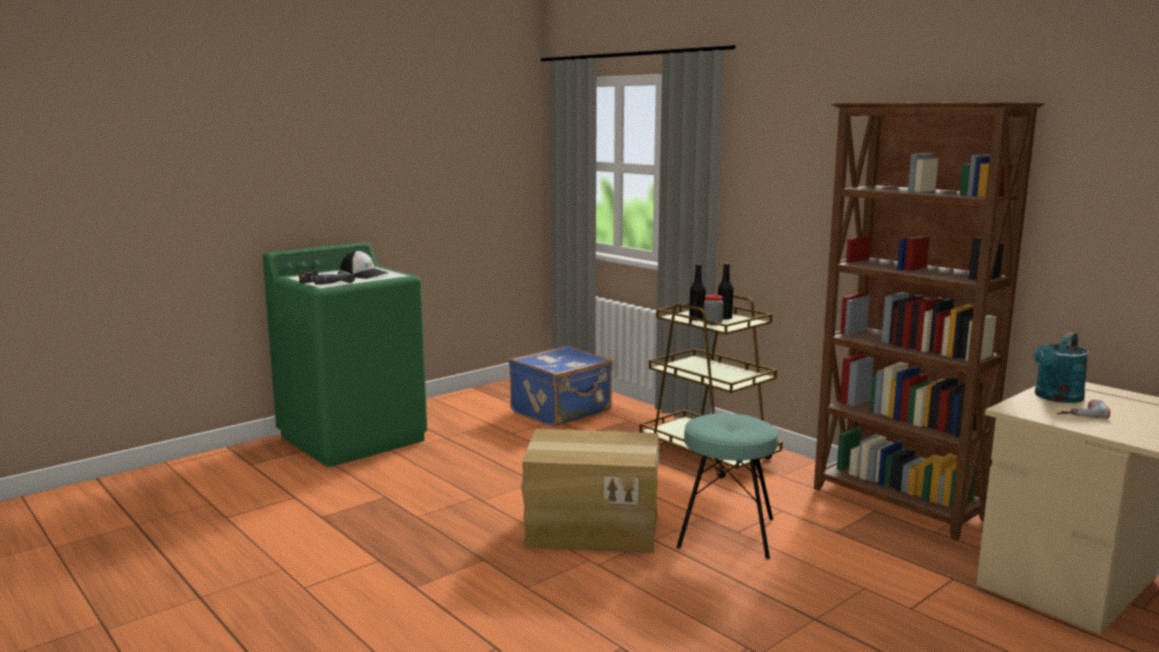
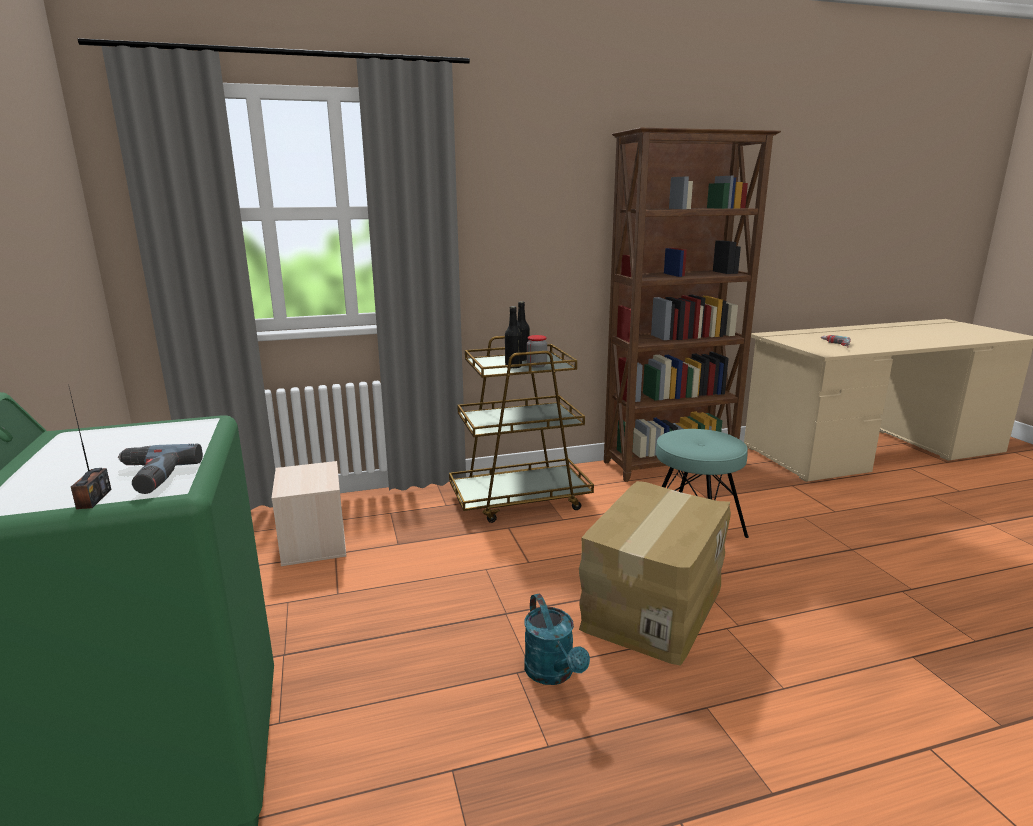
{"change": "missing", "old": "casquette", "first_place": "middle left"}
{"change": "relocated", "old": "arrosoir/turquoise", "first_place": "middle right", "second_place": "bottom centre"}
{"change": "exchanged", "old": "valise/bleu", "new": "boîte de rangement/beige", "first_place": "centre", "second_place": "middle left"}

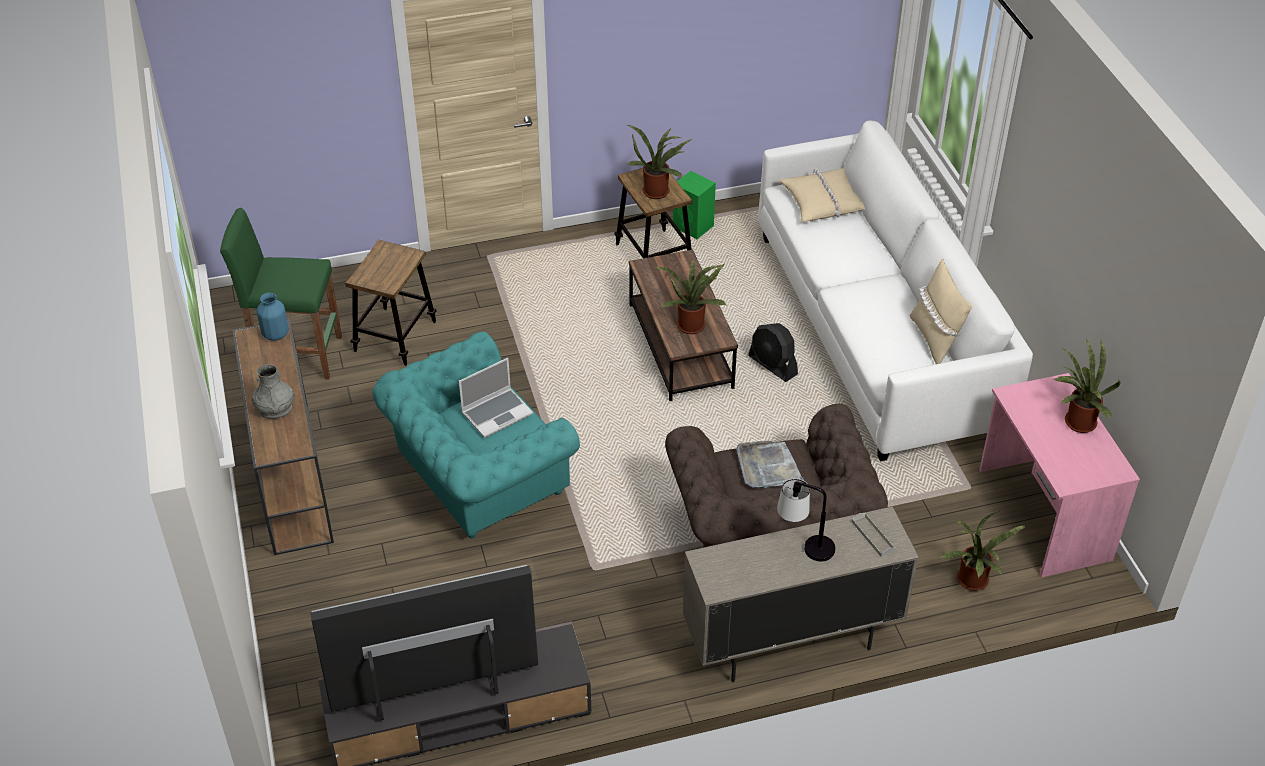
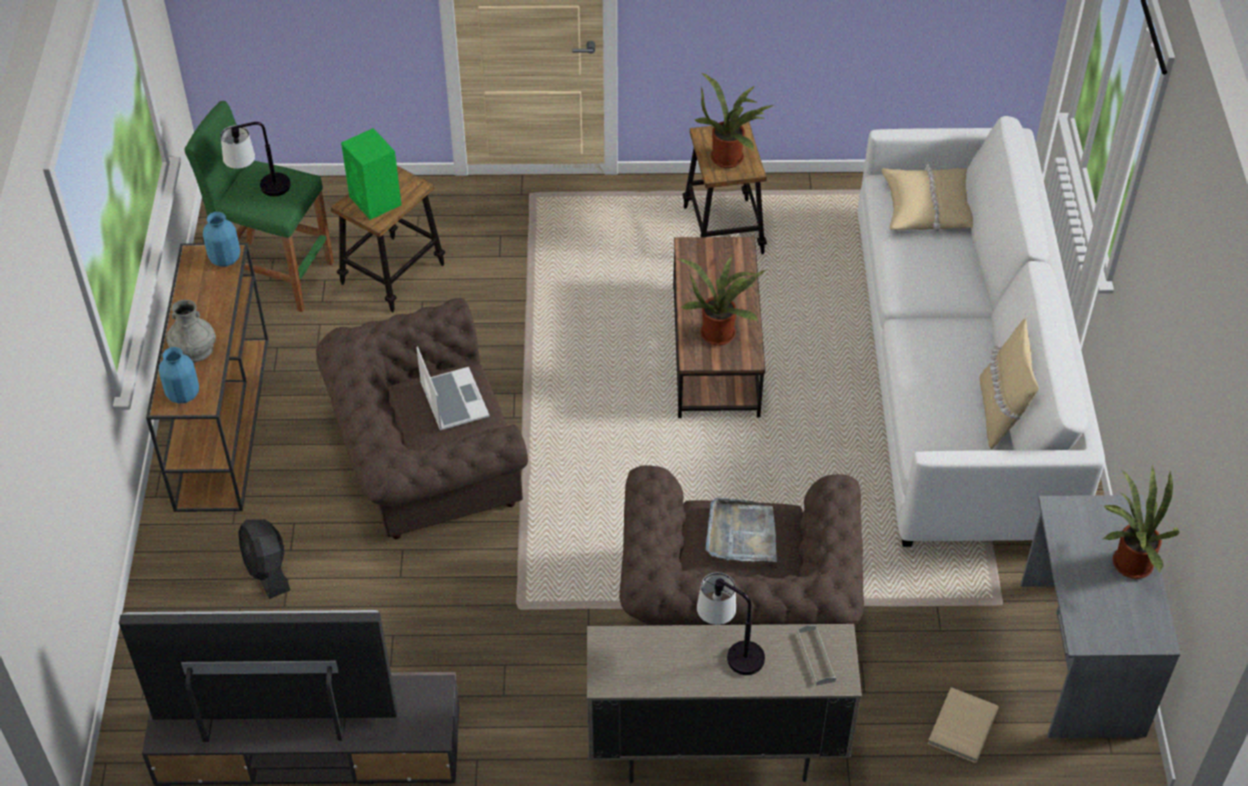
{"change": "appeared", "new": "vase/bleu (no. 1 from left)", "second_place": "middle left"}
{"change": "appeared", "new": "lampe de table (no. 1 from left)", "second_place": "top left"}
{"change": "relocated", "old": "enceinte/vert", "first_place": "top centre", "second_place": "top left"}
{"change": "relocated", "old": "ventilateur/noir", "first_place": "centre", "second_place": "bottom left"}
{"change": "exchanged", "old": "plante en pot (no. 3 from left)", "new": "livre/beige", "first_place": "bottom right", "second_place": "bottom right"}
{"change": "colour", "old": "fauteuil/turquoise", "new": "fauteuil/marron (no. 1 from left)", "first_place": "centre", "second_place": "centre"}
{"change": "colour", "old": "bureau/rose", "new": "bureau/gris", "first_place": "middle right", "second_place": "bottom right"}
{"change": "spun", "old": "ordinateur portable", "first_place": "centre", "second_place": "centre", "degrees": -90}

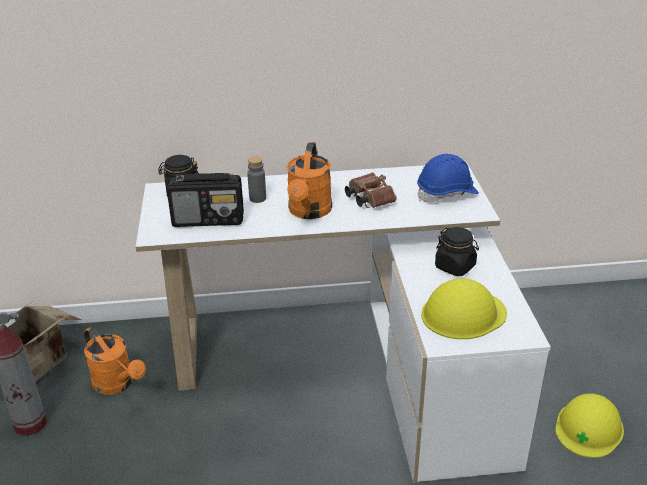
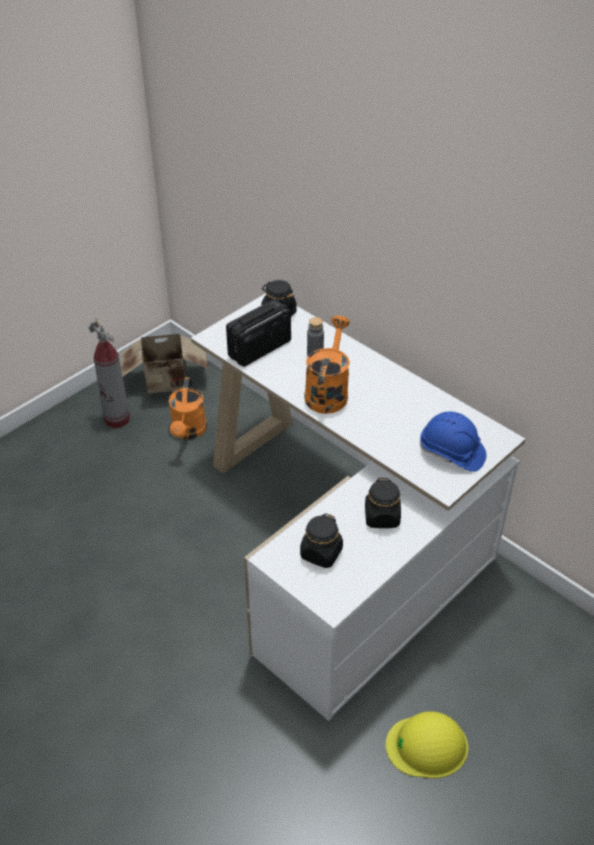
{"change": "missing", "old": "jumelles/marron", "first_place": "centre"}
{"change": "exchanged", "old": "casque de chantier/jaune (no. 1 from left)", "new": "bocal/noir (no. 2 from left)", "first_place": "middle right", "second_place": "centre"}
{"change": "spun", "old": "radio", "first_place": "middle left", "second_place": "centre", "degrees": 90}
{"change": "spun", "old": "arrosoir/orange (no. 2 from left)", "first_place": "centre", "second_place": "centre", "degrees": 135}

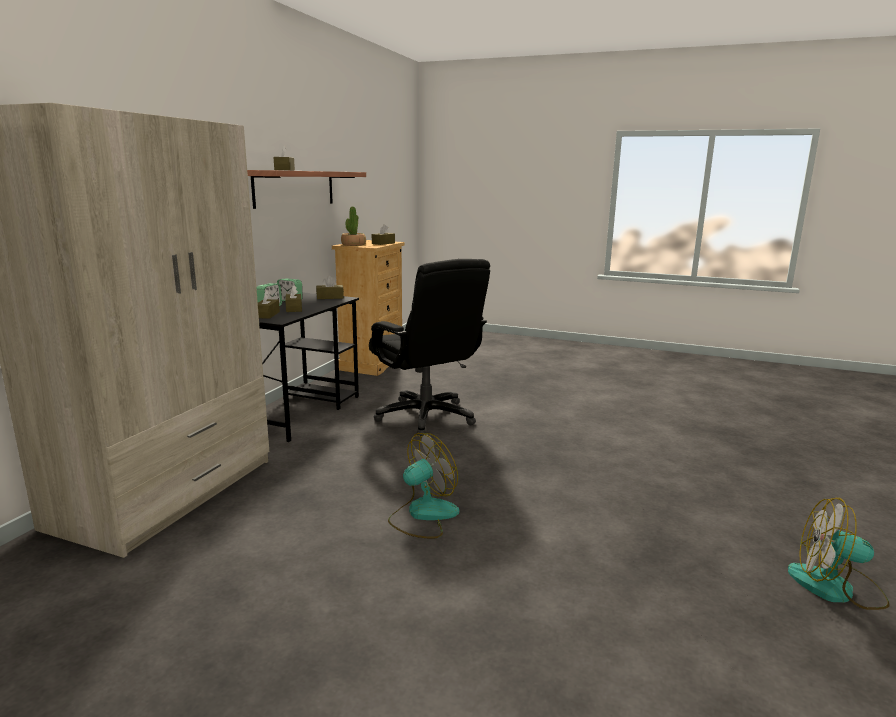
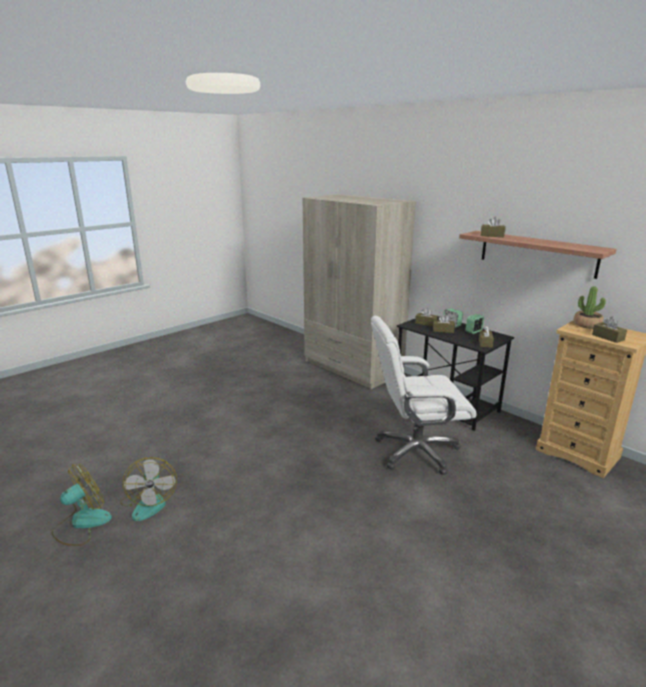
{"change": "relocated", "old": "ventilateur (no. 1 from left in the first image)", "new": "ventilateur (no. 2 from left)", "first_place": "bottom centre", "second_place": "bottom left"}
{"change": "colour", "old": "chaise de bureau/noir", "new": "chaise de bureau/blanc", "first_place": "centre", "second_place": "centre"}

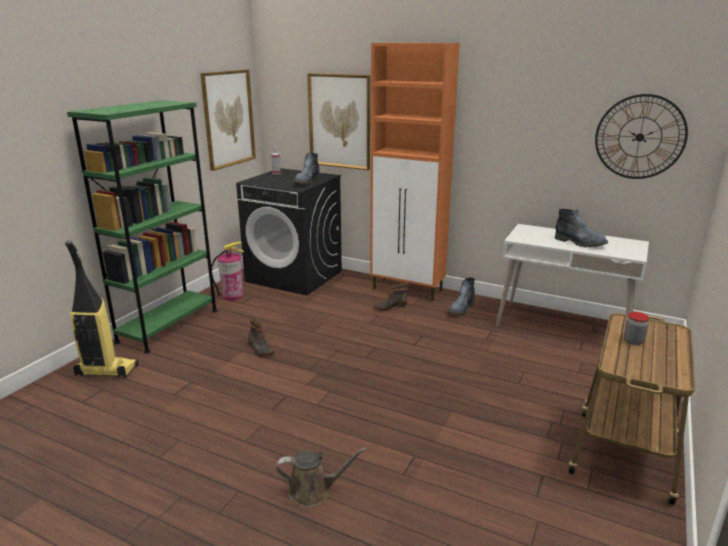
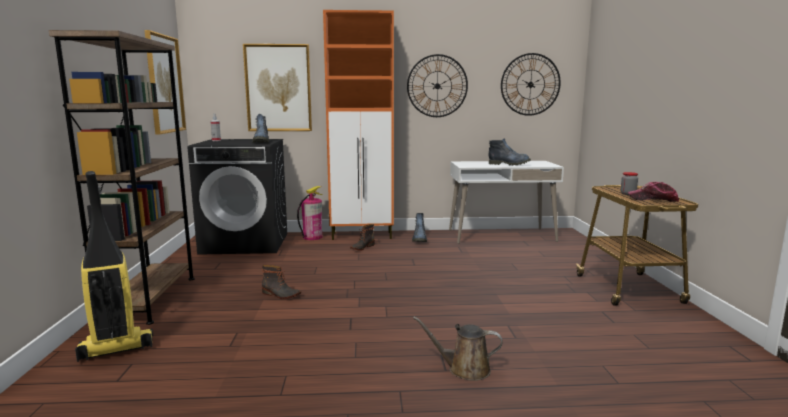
{"change": "appeared", "new": "horloge murale (no. 1 from left)", "second_place": "top centre"}
{"change": "appeared", "new": "casquette", "second_place": "middle right"}
{"change": "relocated", "old": "extincteur", "first_place": "middle left", "second_place": "centre"}
{"change": "colour", "old": "bibliothèque/vert", "new": "bibliothèque/marron", "first_place": "middle left", "second_place": "middle left"}
{"change": "spun", "old": "arrosoir/marron", "first_place": "bottom centre", "second_place": "bottom centre", "degrees": -135}

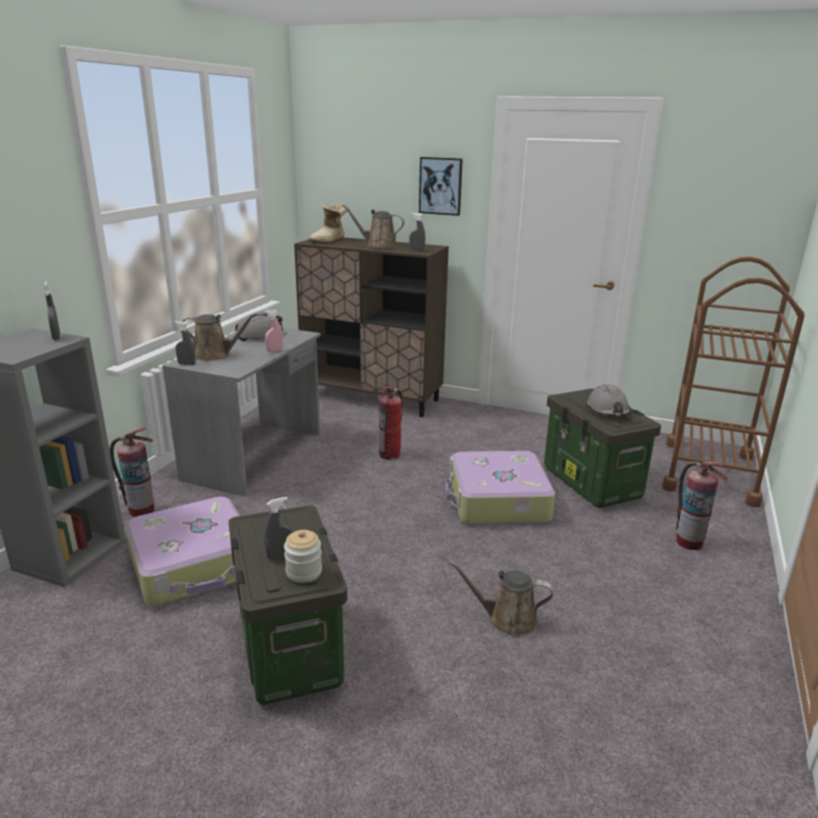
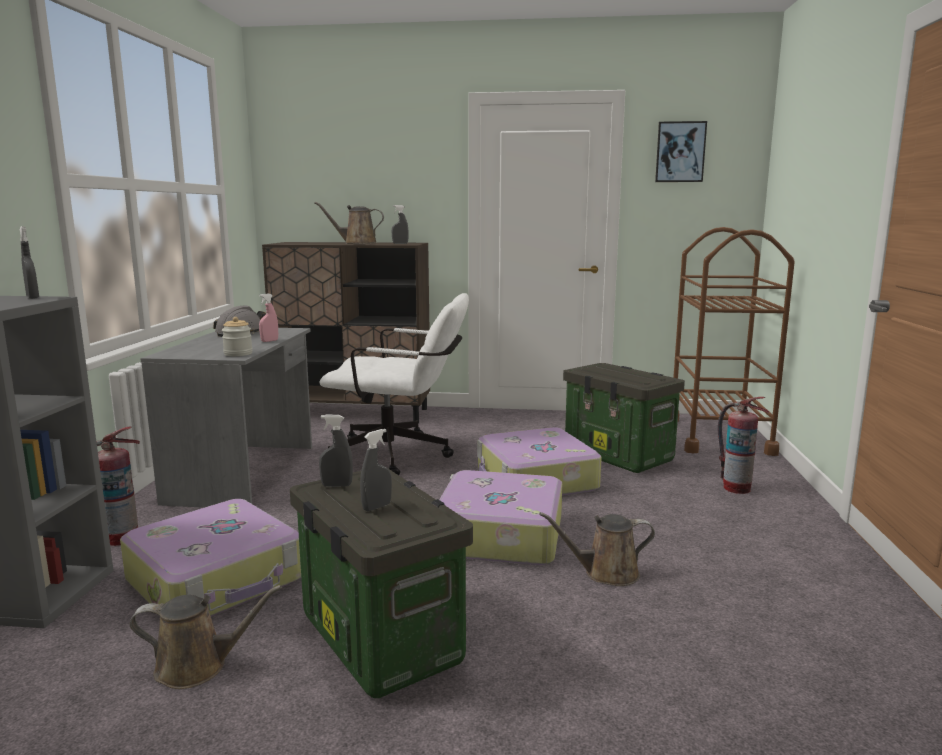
{"change": "missing", "old": "botte", "first_place": "top centre"}
{"change": "missing", "old": "casque de chantier/gris (no. 2 from left)", "first_place": "middle right"}
{"change": "appeared", "new": "valise (no. 2 from left)", "second_place": "bottom centre"}
{"change": "relocated", "old": "vaporisateur/gris (no. 2 from left)", "first_place": "middle left", "second_place": "centre"}
{"change": "relocated", "old": "arrosoir/marron (no. 1 from left)", "first_place": "middle left", "second_place": "bottom left"}
{"change": "relocated", "old": "bocal", "first_place": "bottom centre", "second_place": "middle left"}
{"change": "relocated", "old": "tableau", "first_place": "top centre", "second_place": "top right"}
{"change": "exchanged", "old": "extincteur (no. 2 from left)", "new": "chaise de bureau/blanc", "first_place": "centre", "second_place": "centre"}

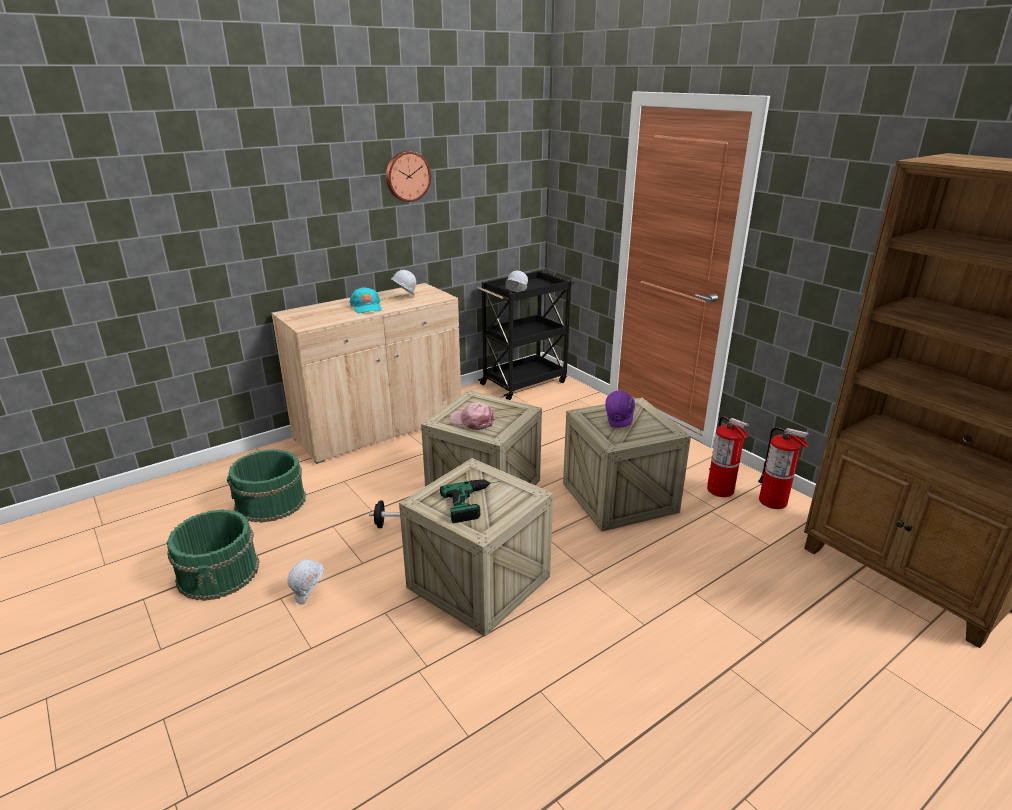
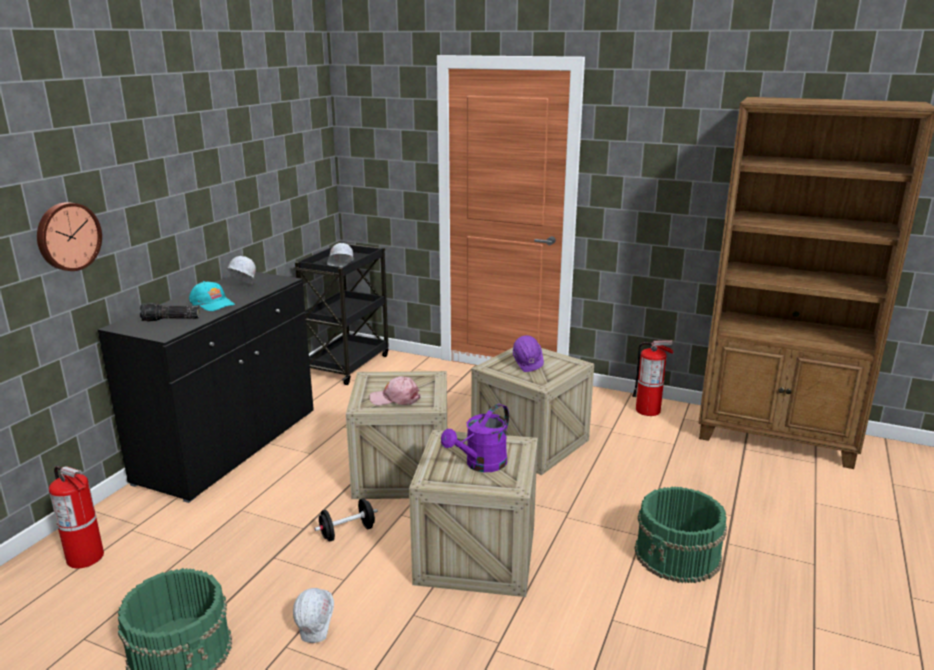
{"change": "appeared", "new": "lampe de poche", "second_place": "middle left"}
{"change": "relocated", "old": "seau/vert (no. 2 from left)", "first_place": "middle left", "second_place": "bottom right"}
{"change": "relocated", "old": "horloge murale", "first_place": "top centre", "second_place": "middle left"}
{"change": "relocated", "old": "extincteur (no. 1 from left)", "first_place": "middle right", "second_place": "bottom left"}
{"change": "exchanged", "old": "perceuse", "new": "arrosoir/violet", "first_place": "centre", "second_place": "centre"}
{"change": "colour", "old": "meuble de rangement/beige", "new": "meuble de rangement/noir", "first_place": "centre", "second_place": "middle left"}

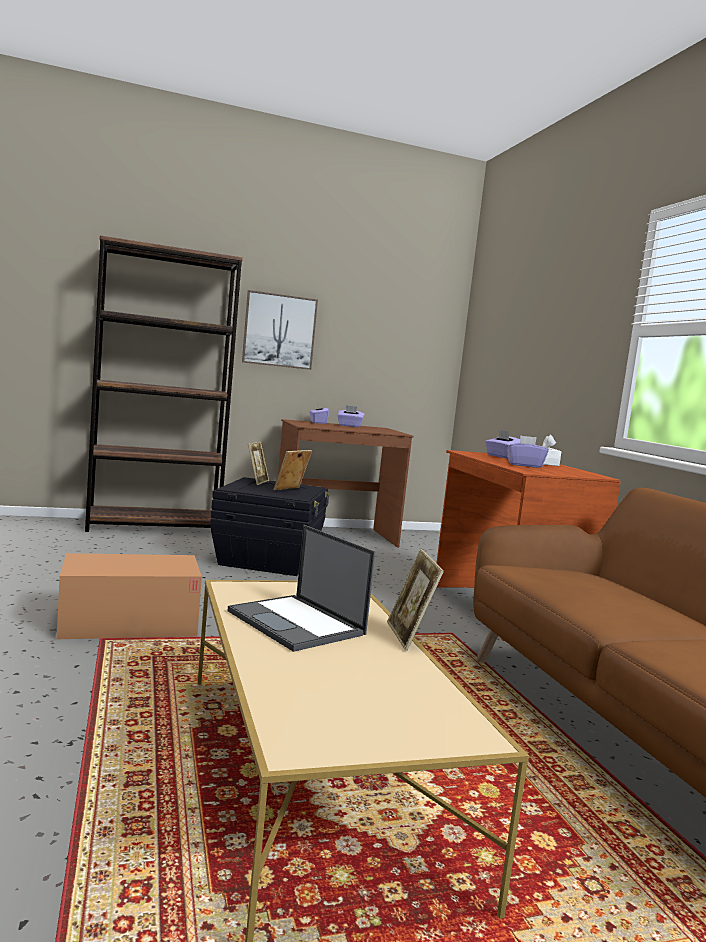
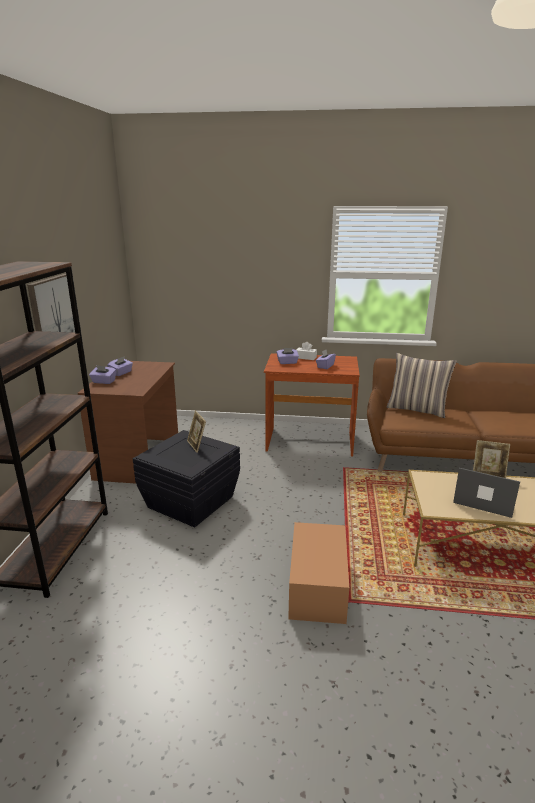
{"change": "missing", "old": "cadre photo (no. 1 from left)", "first_place": "centre"}
{"change": "appeared", "new": "coussin", "second_place": "middle right"}
{"change": "spun", "old": "ordinateur portable", "first_place": "centre", "second_place": "middle right", "degrees": -135}

